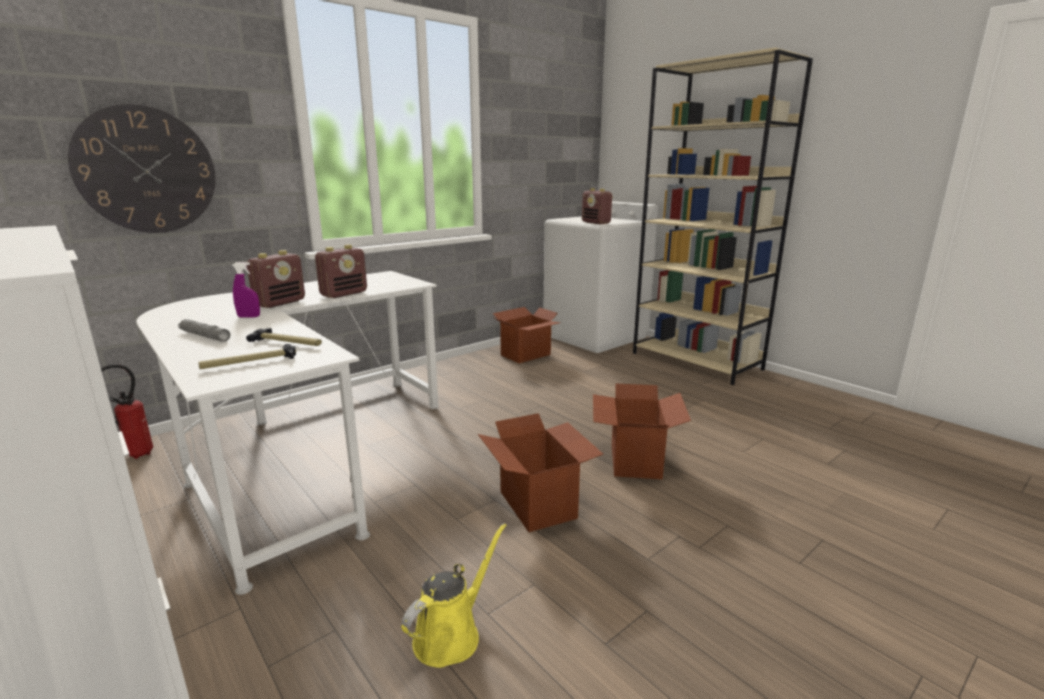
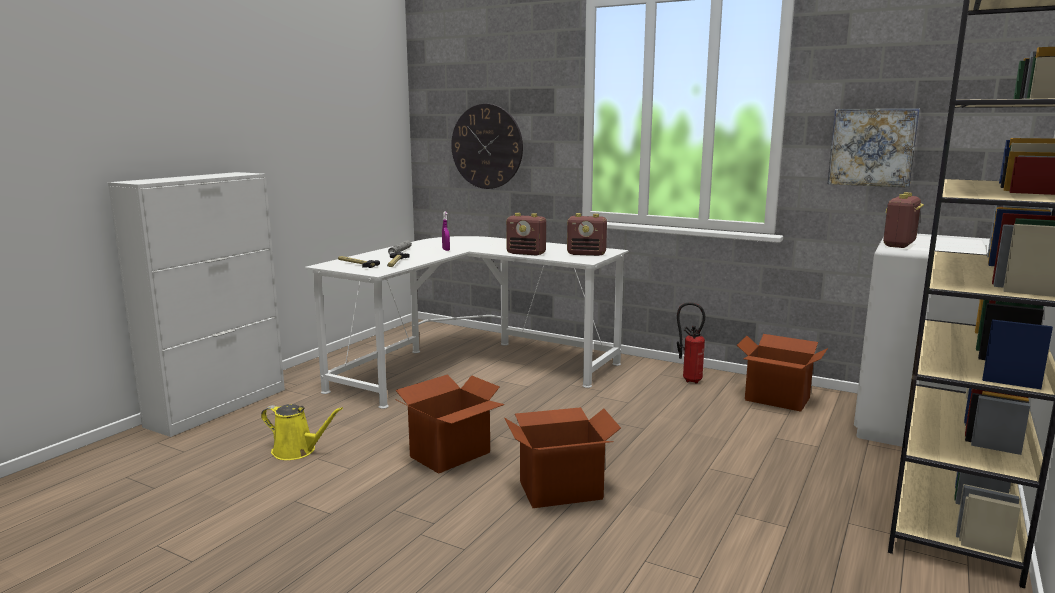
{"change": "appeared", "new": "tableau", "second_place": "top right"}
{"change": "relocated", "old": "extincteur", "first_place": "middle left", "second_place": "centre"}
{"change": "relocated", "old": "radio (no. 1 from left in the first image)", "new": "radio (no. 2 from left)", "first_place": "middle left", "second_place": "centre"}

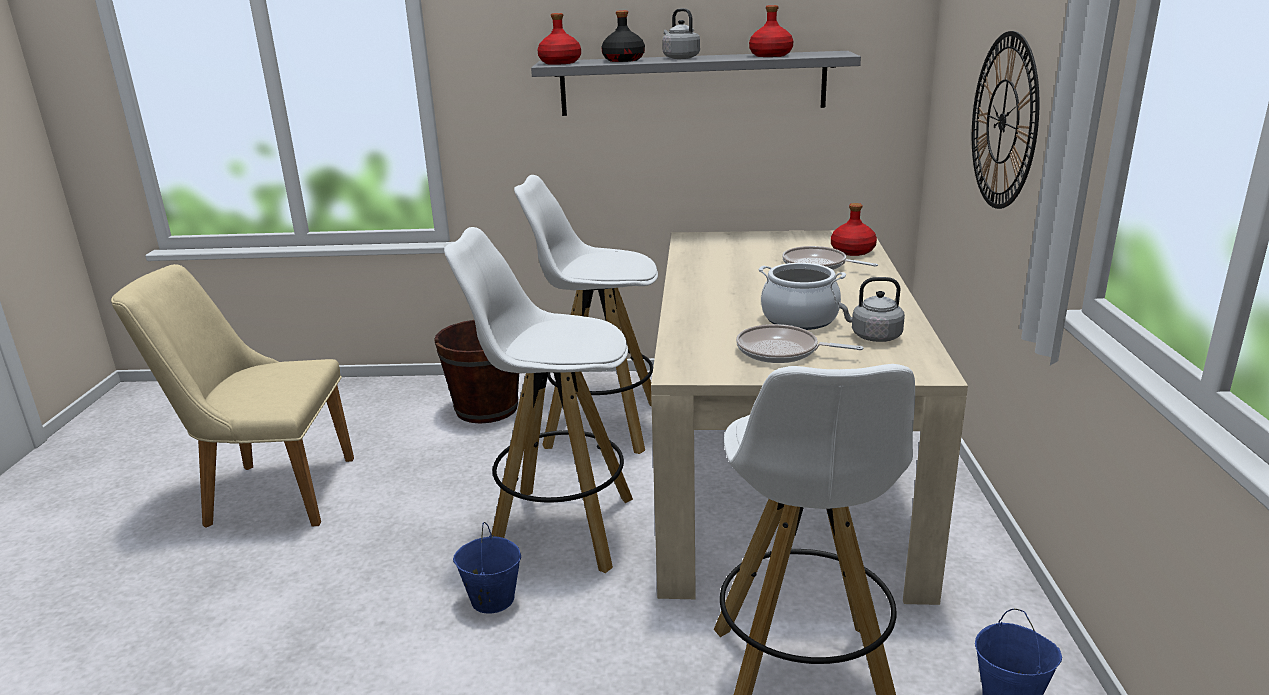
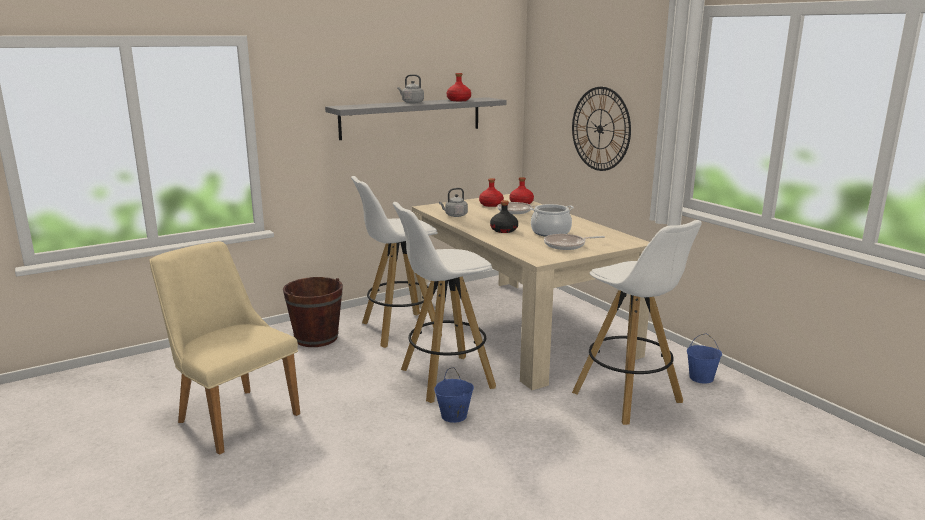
{"change": "relocated", "old": "bouteille/rouge (no. 1 from left in the first image)", "new": "bouteille/rouge (no. 2 from left)", "first_place": "top centre", "second_place": "centre"}
{"change": "relocated", "old": "bouteille/noir", "first_place": "top centre", "second_place": "centre"}
{"change": "relocated", "old": "bouilloire/gris (no. 2 from left)", "first_place": "middle right", "second_place": "centre"}
{"change": "spun", "old": "chaise/beige", "first_place": "middle left", "second_place": "bottom left", "degrees": 75}

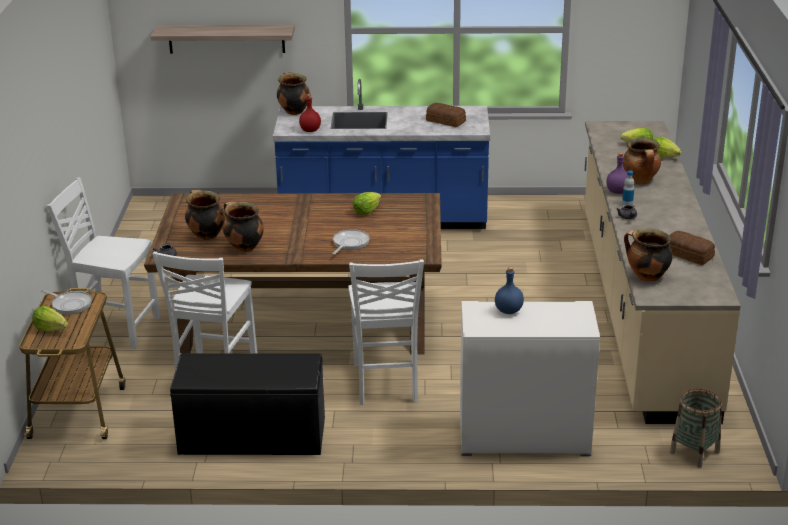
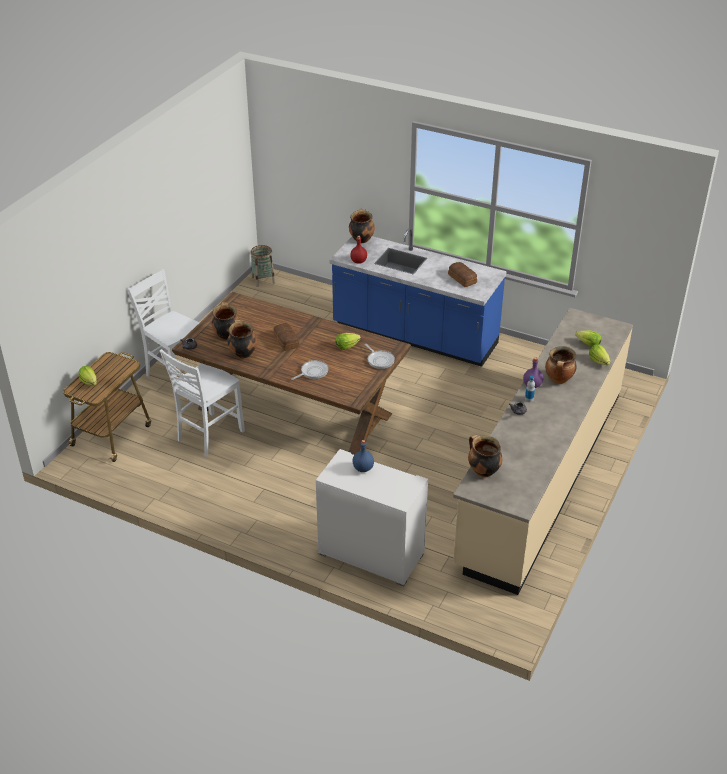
{"change": "missing", "old": "étagère", "first_place": "top left"}
{"change": "missing", "old": "banc/noir", "first_place": "bottom left"}
{"change": "missing", "old": "chaise/blanc (no. 3 from left)", "first_place": "centre"}
{"change": "relocated", "old": "poêle (no. 1 from left in the first image)", "new": "poêle (no. 2 from left)", "first_place": "middle left", "second_place": "centre"}
{"change": "relocated", "old": "pain (no. 2 from left in the first image)", "new": "pain (no. 1 from left)", "first_place": "middle right", "second_place": "centre"}
{"change": "relocated", "old": "panier", "first_place": "bottom right", "second_place": "centre"}

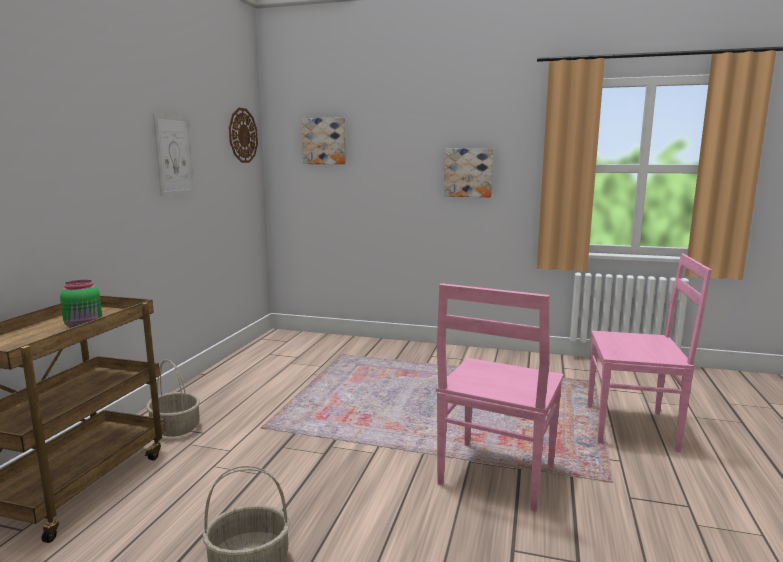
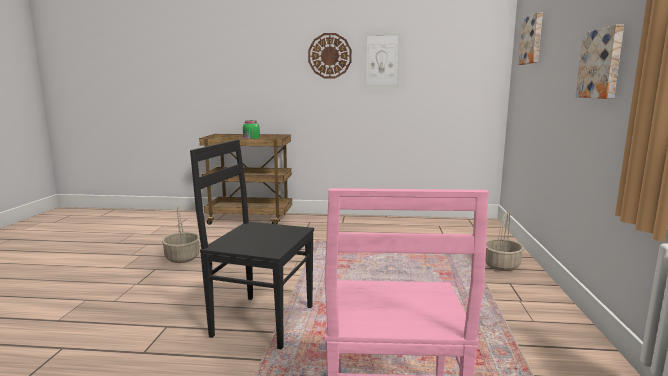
{"change": "relocated", "old": "panier (no. 1 from left in the first image)", "new": "panier (no. 2 from left)", "first_place": "bottom left", "second_place": "middle right"}
{"change": "relocated", "old": "horloge murale", "first_place": "top left", "second_place": "top centre"}
{"change": "colour", "old": "chaise/rose (no. 1 from left)", "new": "chaise/noir", "first_place": "bottom centre", "second_place": "centre"}

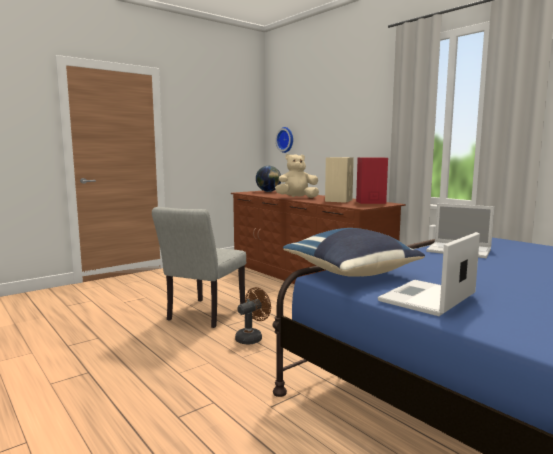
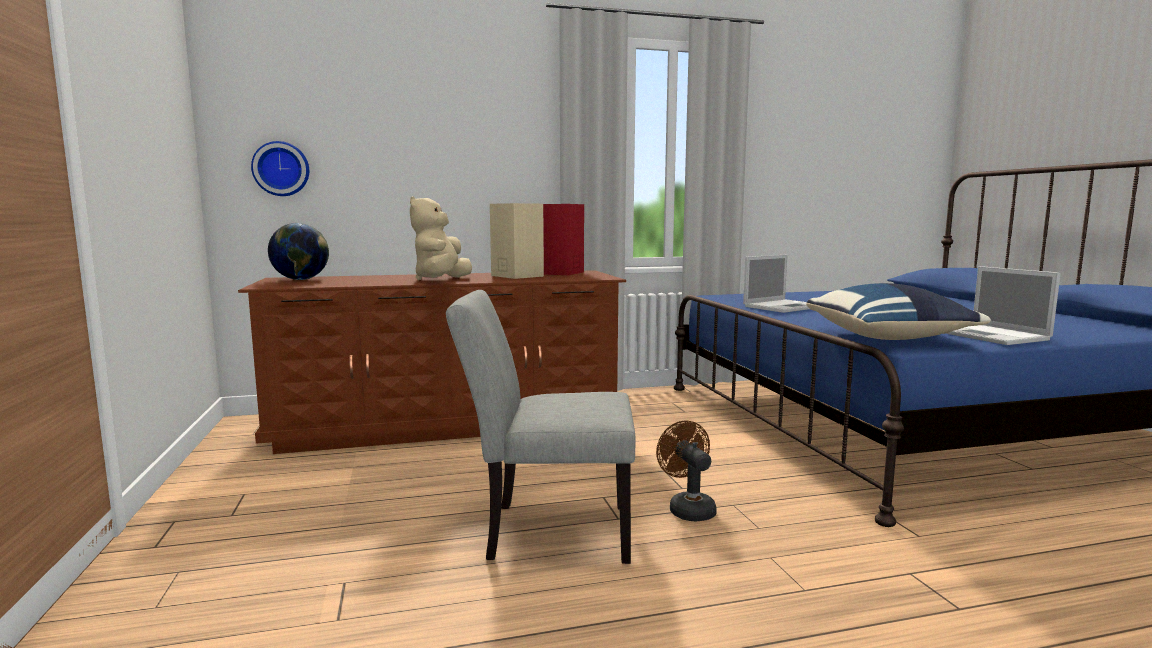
{"change": "spun", "old": "chaise/gris", "first_place": "centre", "second_place": "centre", "degrees": 135}

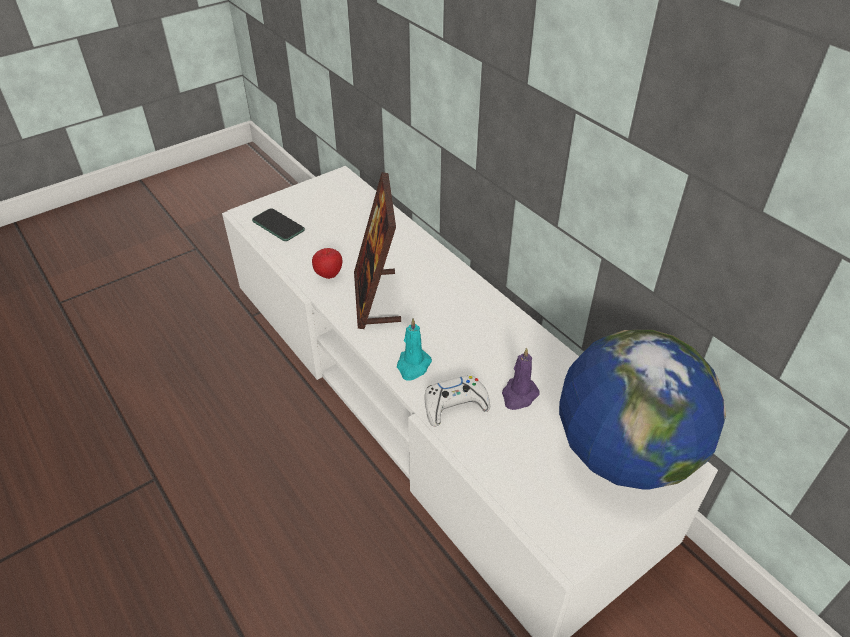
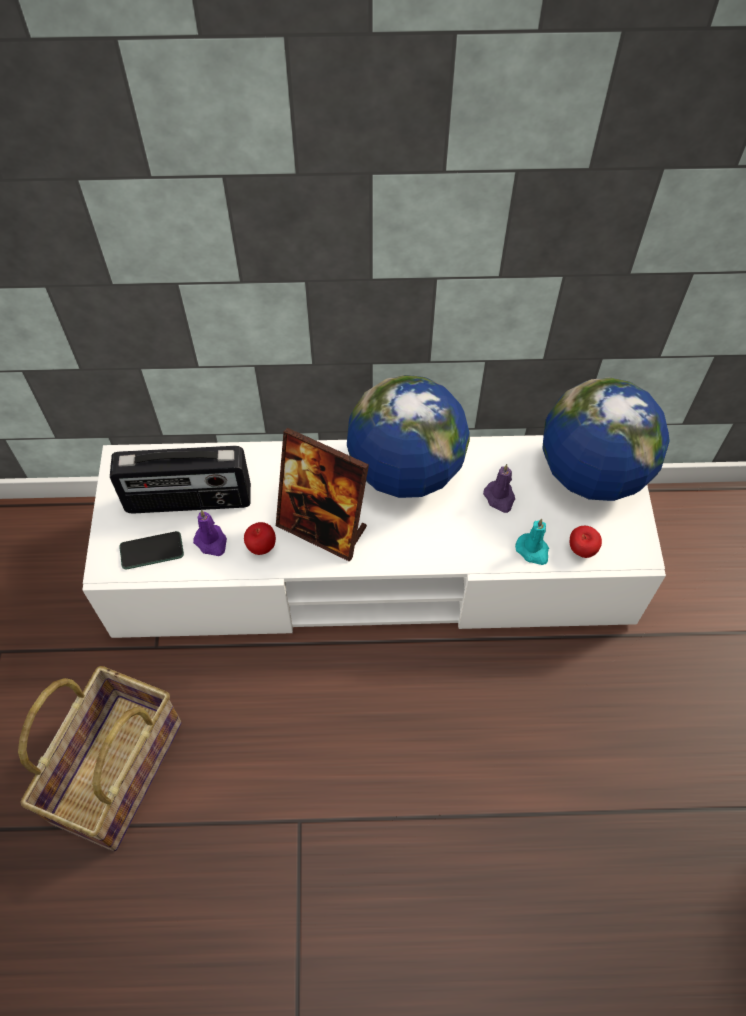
{"change": "missing", "old": "manette/blanc", "first_place": "centre"}
{"change": "appeared", "new": "panier", "second_place": "bottom left"}
{"change": "appeared", "new": "radio", "second_place": "middle left"}
{"change": "appeared", "new": "bougie/violet (no. 1 from left)", "second_place": "middle left"}
{"change": "appeared", "new": "globe (no. 1 from left)", "second_place": "centre"}
{"change": "appeared", "new": "pomme (no. 2 from left)", "second_place": "middle right"}
{"change": "relocated", "old": "bougie/turquoise", "first_place": "centre", "second_place": "middle right"}

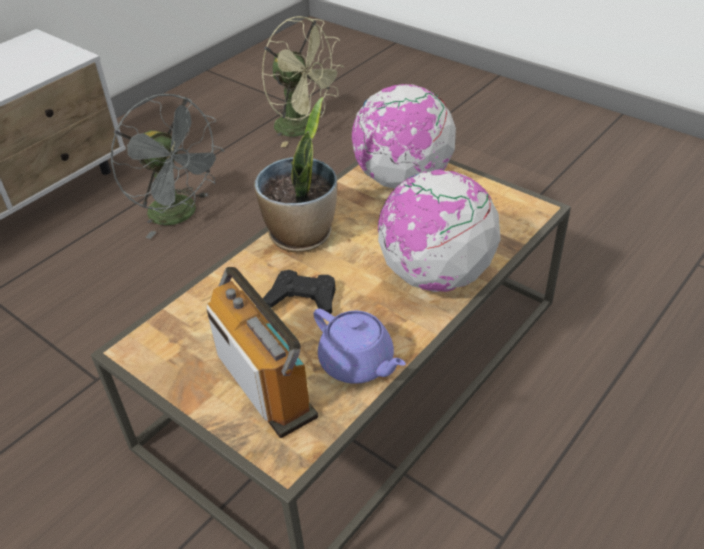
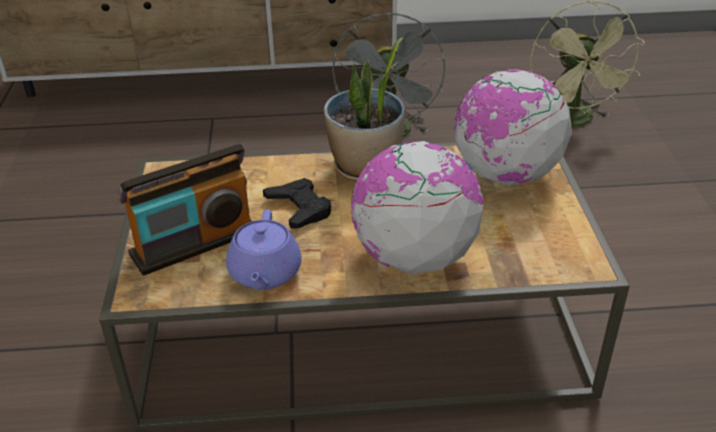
{"change": "spun", "old": "radio", "first_place": "centre", "second_place": "middle left", "degrees": 45}

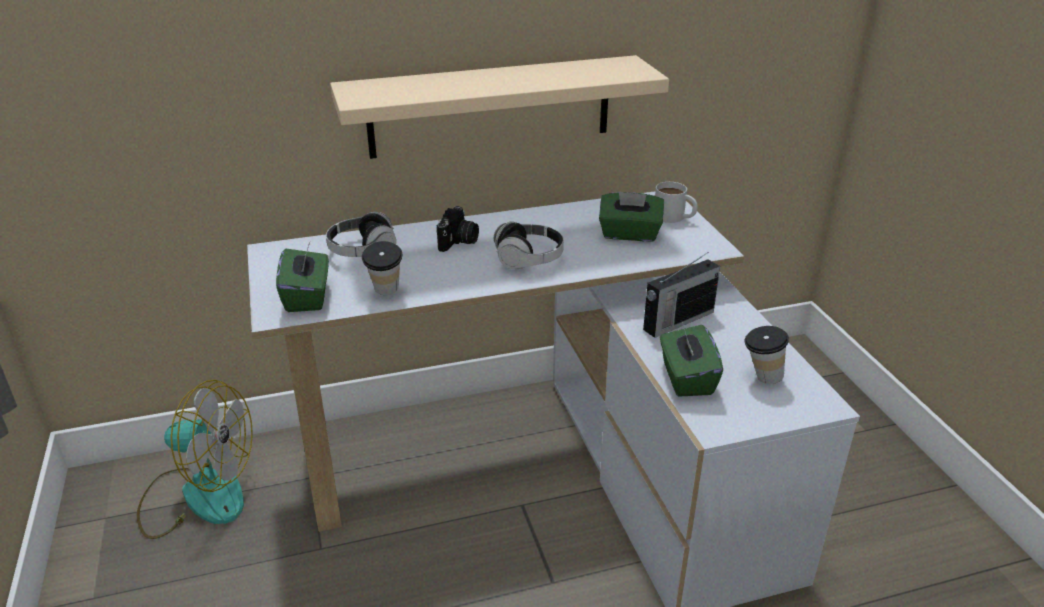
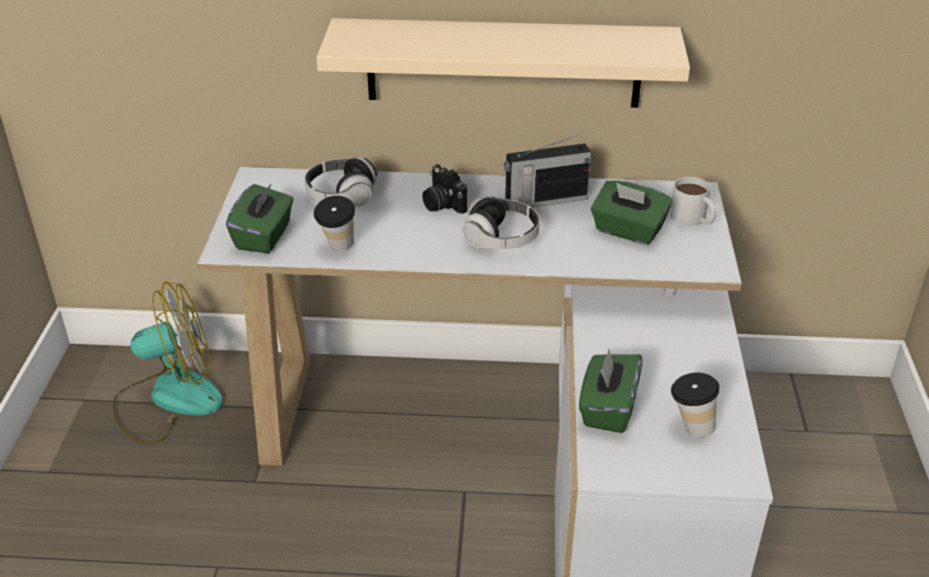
{"change": "relocated", "old": "radio", "first_place": "centre", "second_place": "top centre"}
{"change": "spun", "old": "ventilateur", "first_place": "bottom left", "second_place": "middle left", "degrees": -45}
{"change": "spun", "old": "appareil photo", "first_place": "centre", "second_place": "top centre", "degrees": 105}

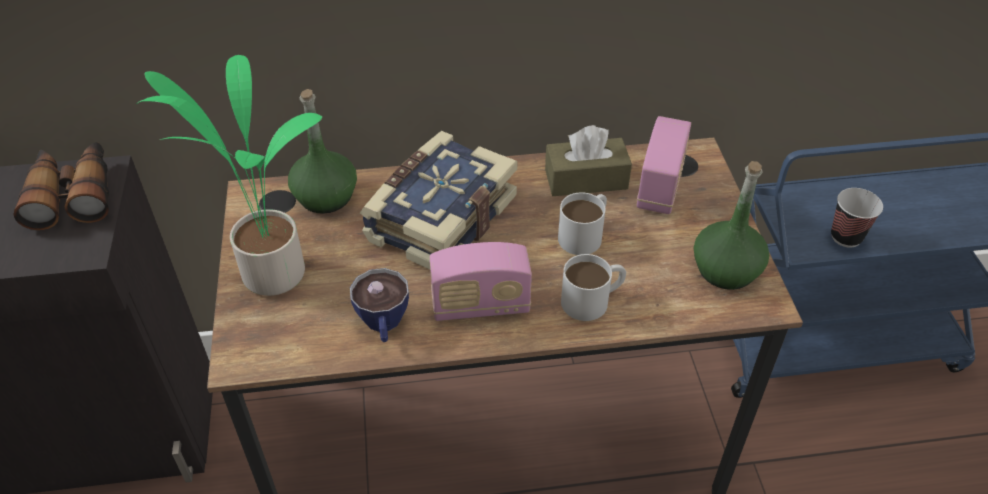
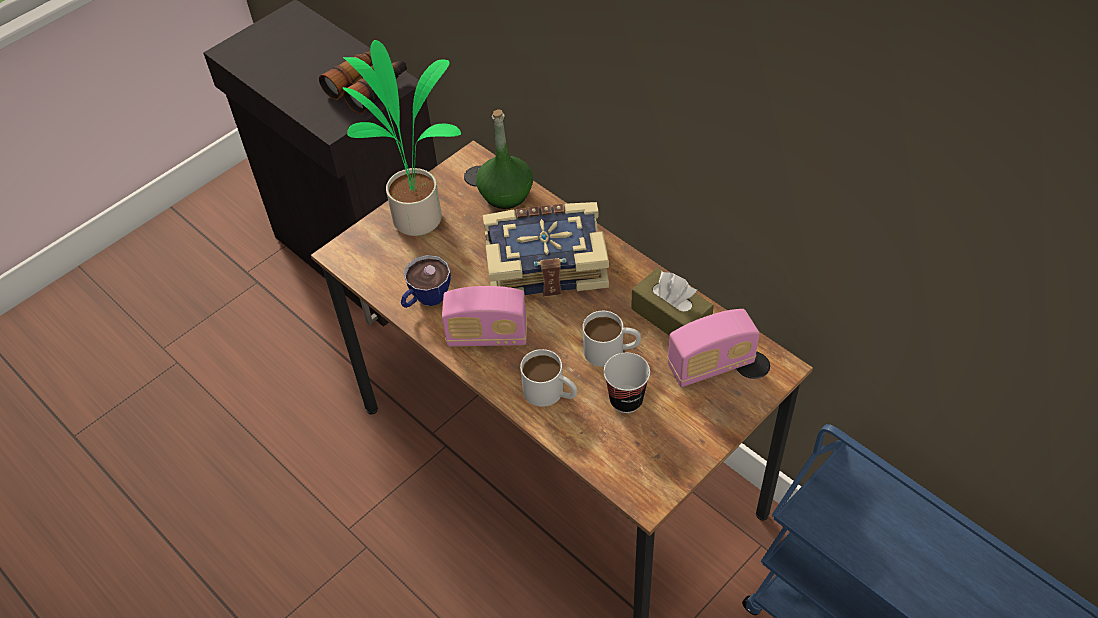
{"change": "missing", "old": "bouteille/vert (no. 2 from left)", "first_place": "middle right"}
{"change": "relocated", "old": "tasse (no. 2 from left)", "first_place": "middle right", "second_place": "centre"}
{"change": "spun", "old": "radio (no. 1 from left)", "first_place": "centre", "second_place": "centre", "degrees": -45}

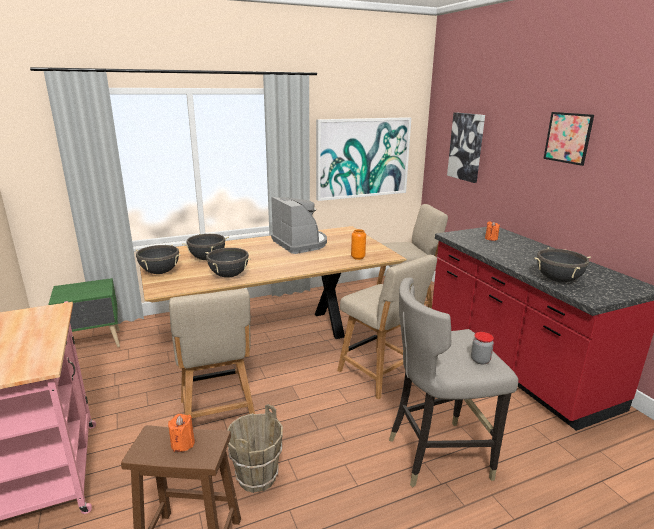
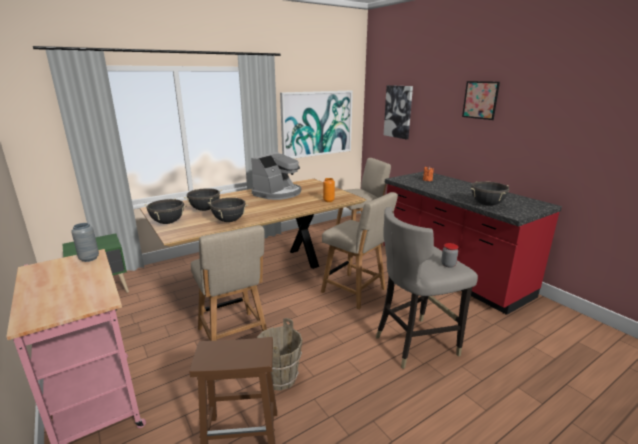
{"change": "missing", "old": "bougie/orange (no. 1 from left)", "first_place": "bottom left"}
{"change": "appeared", "new": "vase/gris", "second_place": "middle left"}
{"change": "spun", "old": "machine à café", "first_place": "centre", "second_place": "centre", "degrees": 75}

